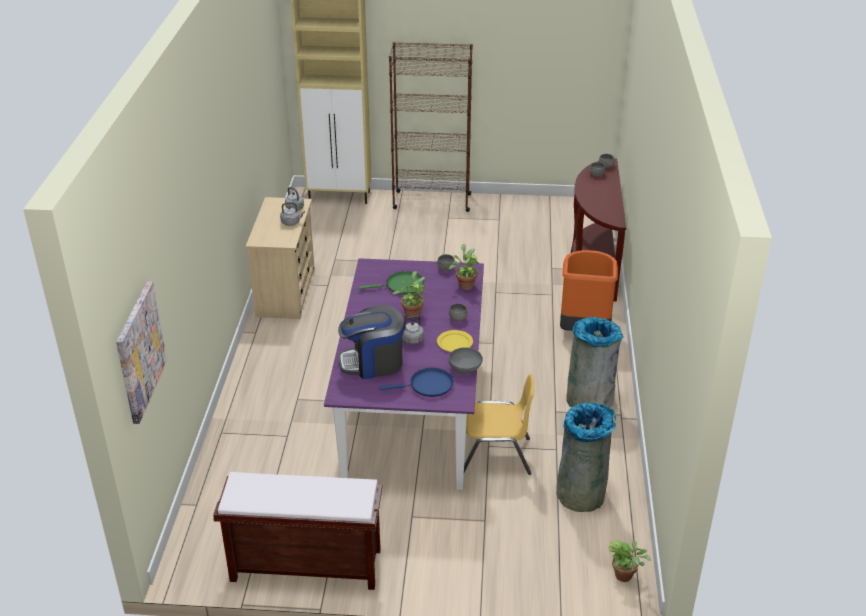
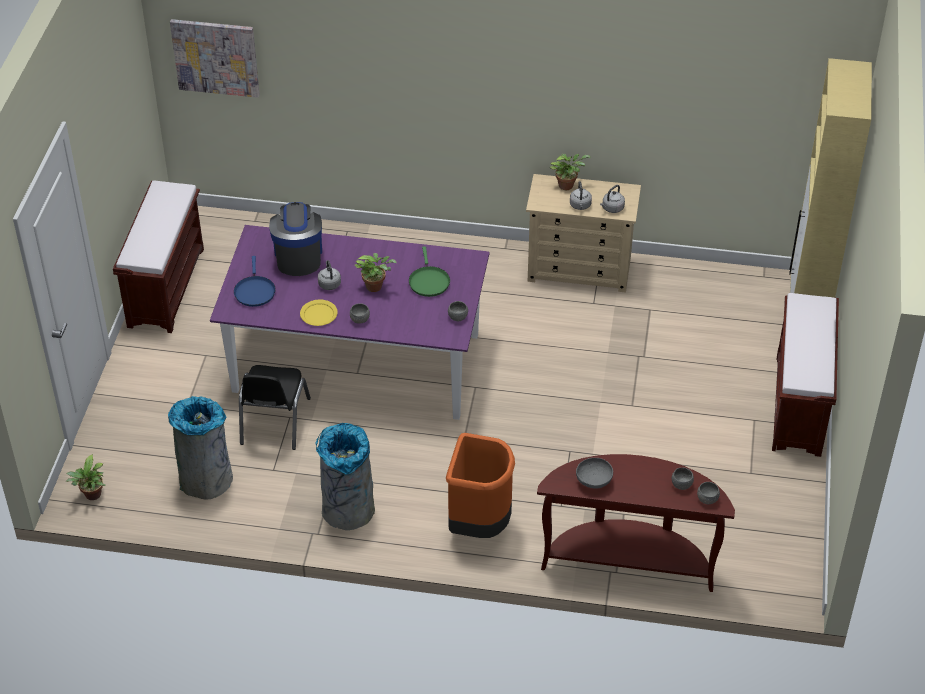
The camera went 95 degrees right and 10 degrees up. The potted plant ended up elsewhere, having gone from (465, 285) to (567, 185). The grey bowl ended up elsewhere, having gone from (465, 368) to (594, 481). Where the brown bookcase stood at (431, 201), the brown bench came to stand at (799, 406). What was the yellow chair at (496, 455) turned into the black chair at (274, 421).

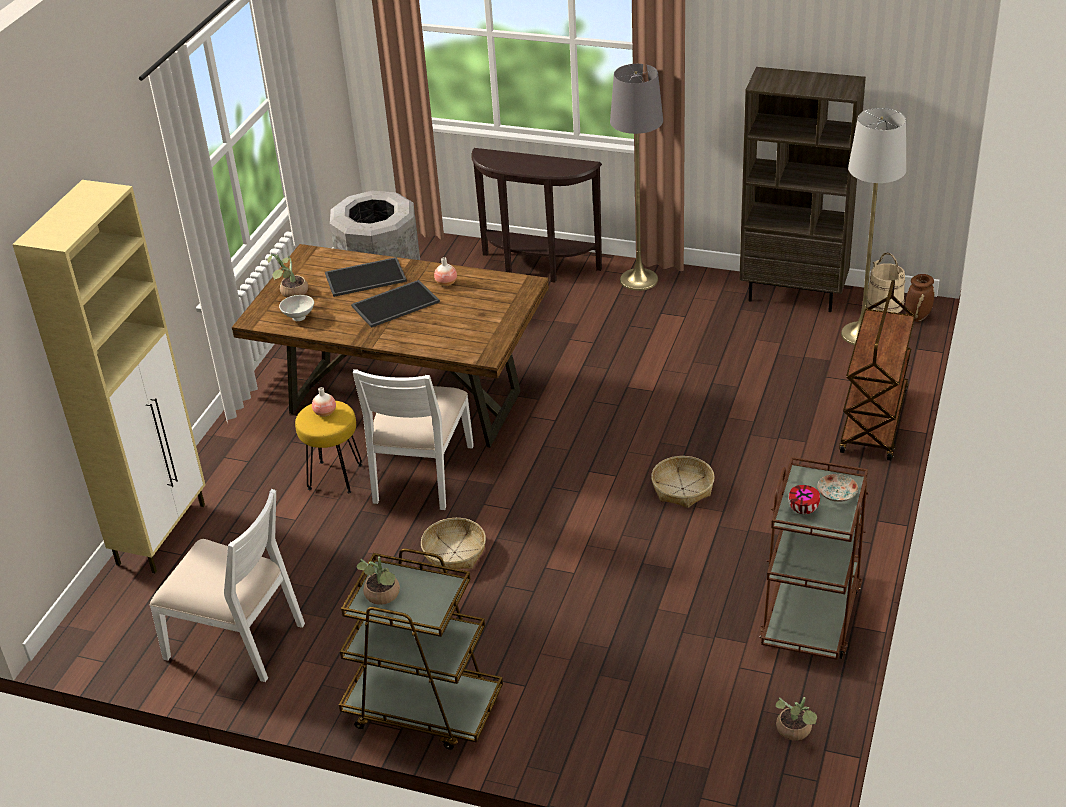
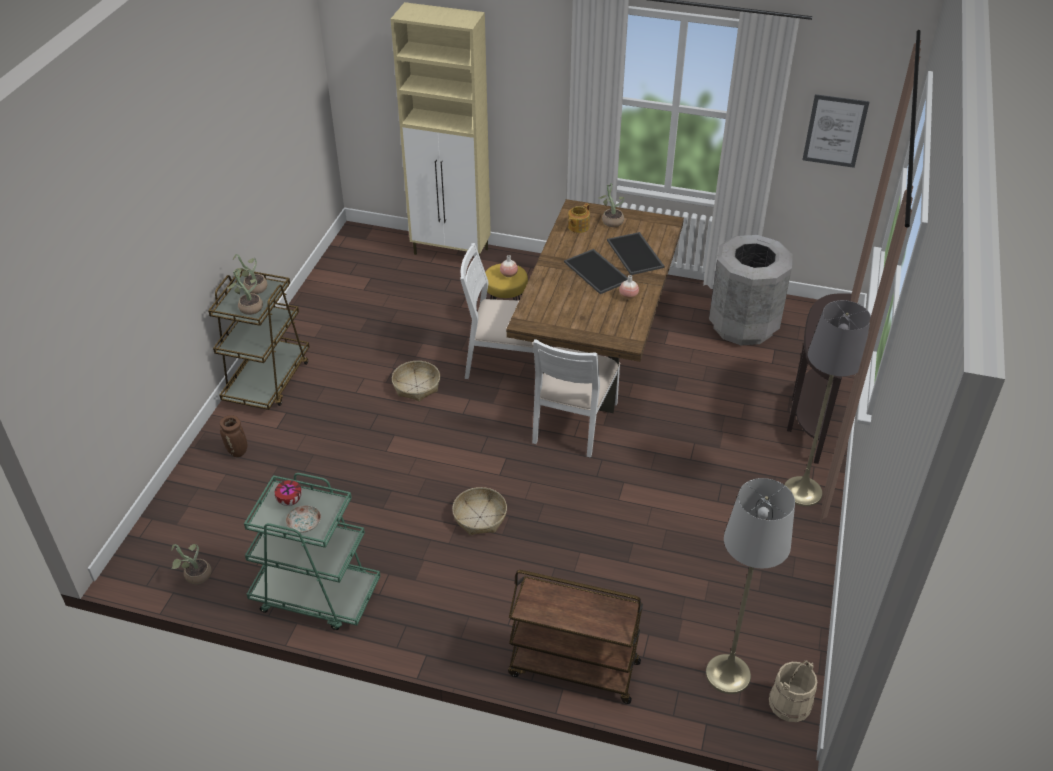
The camera went 85 degrees right and 5 degrees up. The second view lost the brown bookcase at (794, 295). The second view gained the potted plant at (248, 307). The second view gained the picture at (835, 131). The white chair ended up elsewhere, having gone from (237, 639) to (573, 422). The brown vase ended up elsewhere, having gone from (917, 317) to (238, 452). Where the white bowl stood at (298, 317), the teapot came to stand at (578, 226). What was the brown cart at (811, 614) turned into the green cart at (315, 595).

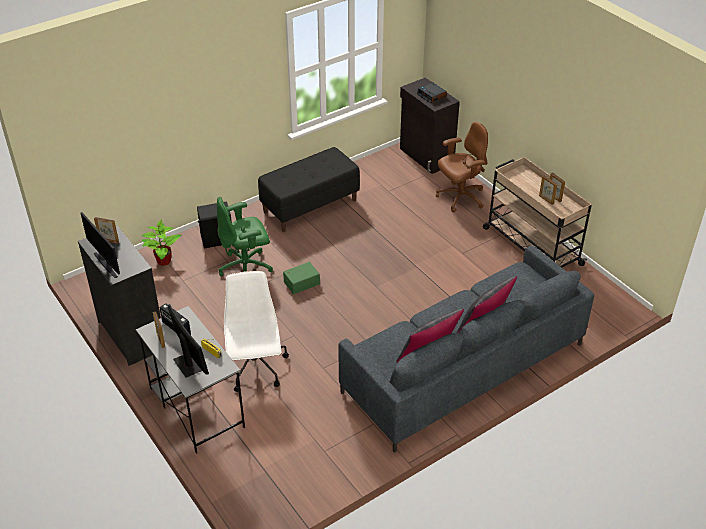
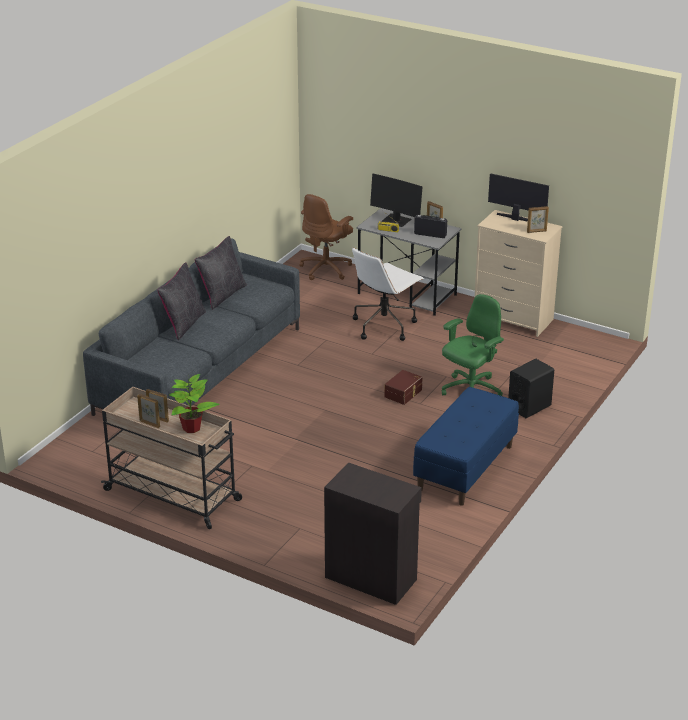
The camera went 155 degrees right and 10 degrees down. The second view lost the alarm clock at (432, 95). The potted plant ended up elsewhere, having gone from (163, 261) to (192, 427). The brown office chair ended up elsewhere, having gone from (460, 198) to (326, 269). What was the black dresser at (132, 335) turned into the beige dresser at (513, 319). What was the black bench at (310, 205) turned into the blue bench at (465, 468). What was the green storage box at (301, 282) turned into the brown storage box at (404, 393). The white office chair at (255, 368) ended up facing another way, 75 degrees clockwise from before.

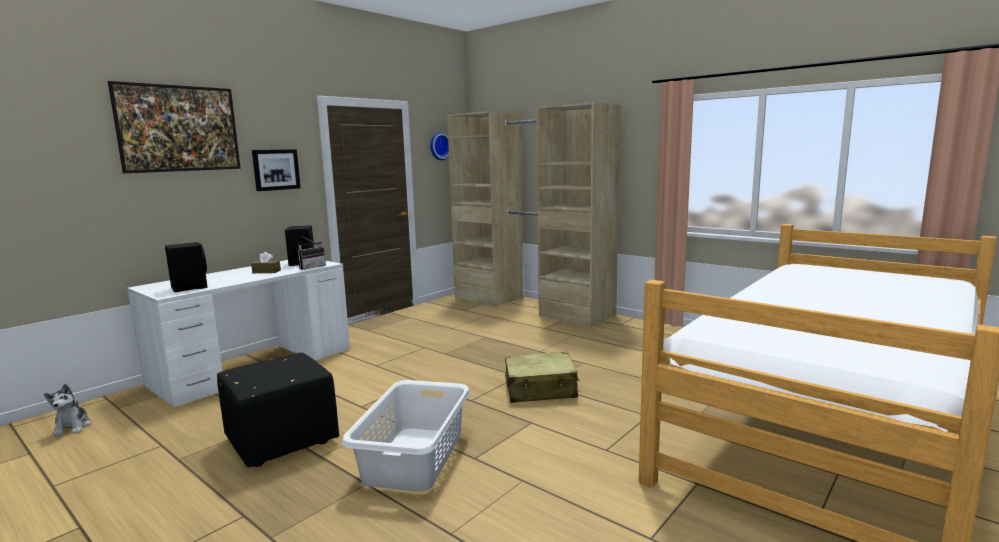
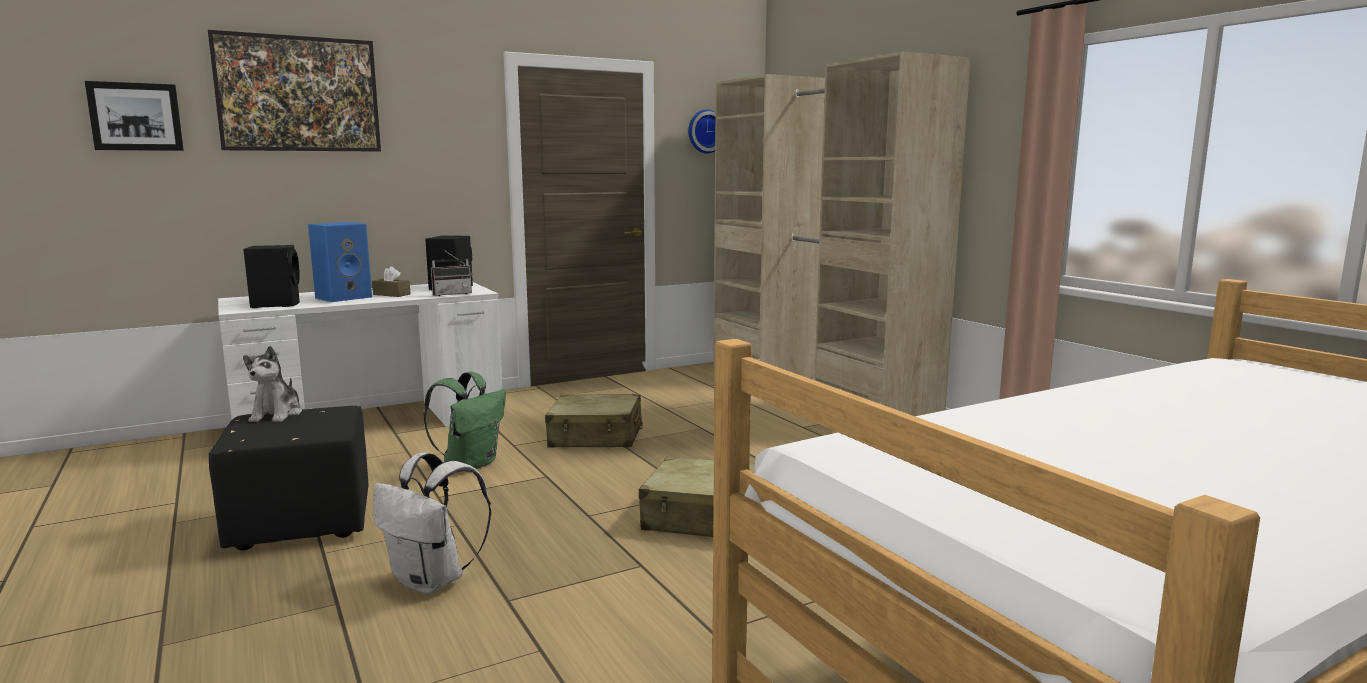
The camera went 20 degrees right and 0 degrees up. The second view gained the blue speaker at (344, 297). The second view gained the green backpack at (470, 464). The second view gained the beige suitcase at (596, 437). The plush toy ended up elsewhere, having gone from (72, 427) to (277, 414). The picture ended up elsewhere, having gone from (276, 169) to (136, 117). Where the white laundry basket stood at (415, 457), the white backpack came to stand at (432, 581).

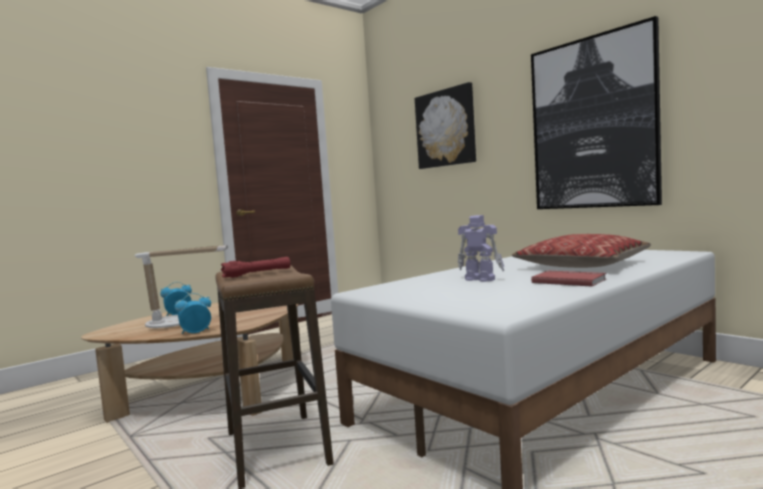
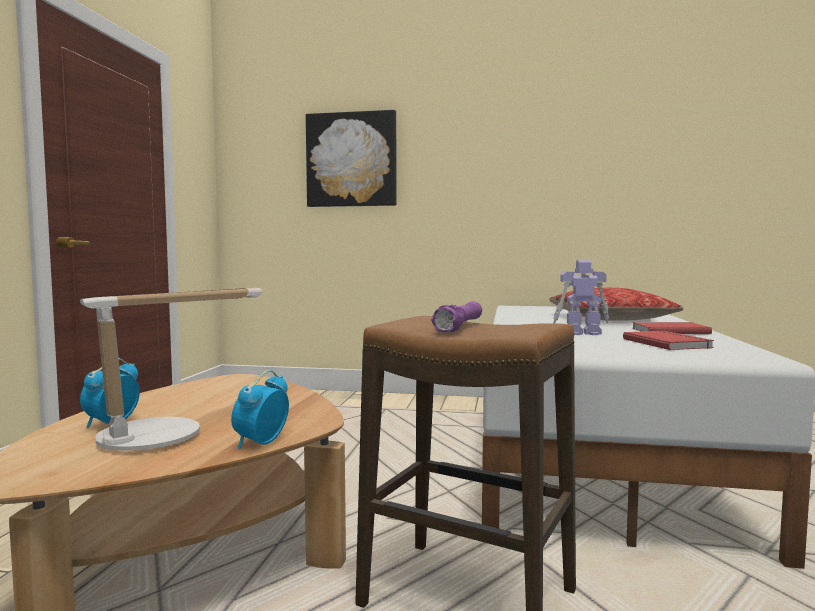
The camera went 40 degrees left and 0 degrees up. The second view lost the picture at (592, 123). The second view gained the red book at (668, 343). What was the red flashlight at (257, 273) turned into the purple flashlight at (459, 326).

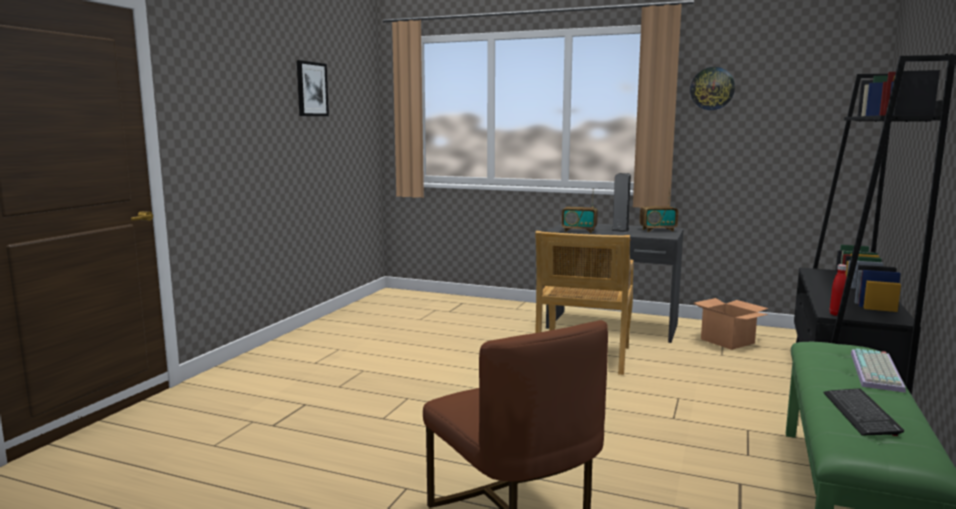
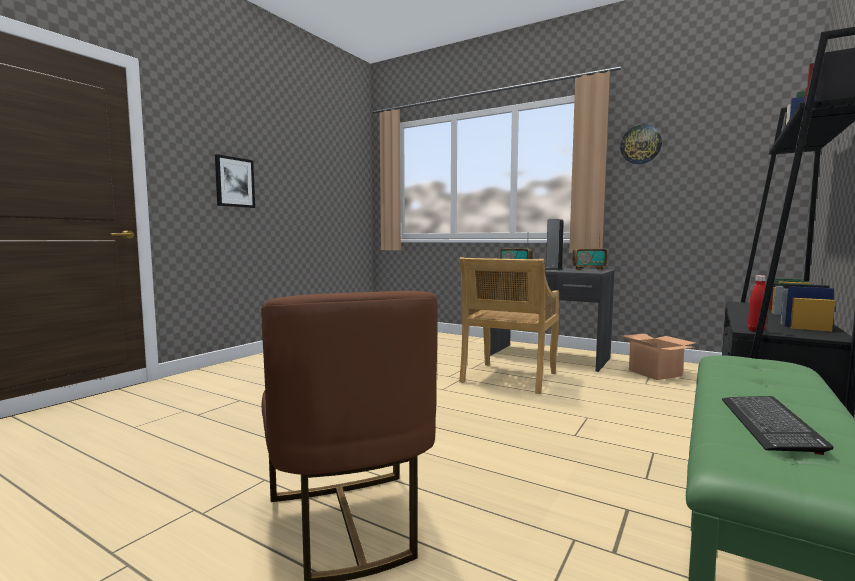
The camera went 10 degrees right and 5 degrees down. The second view lost the keyboard at (878, 372). The picture ended up elsewhere, having gone from (311, 89) to (234, 182).

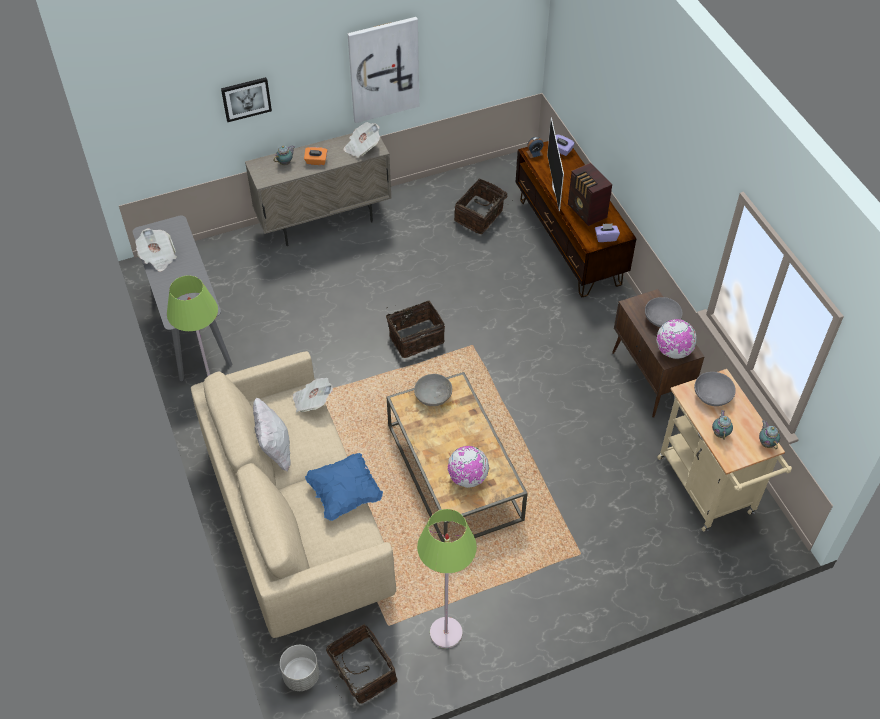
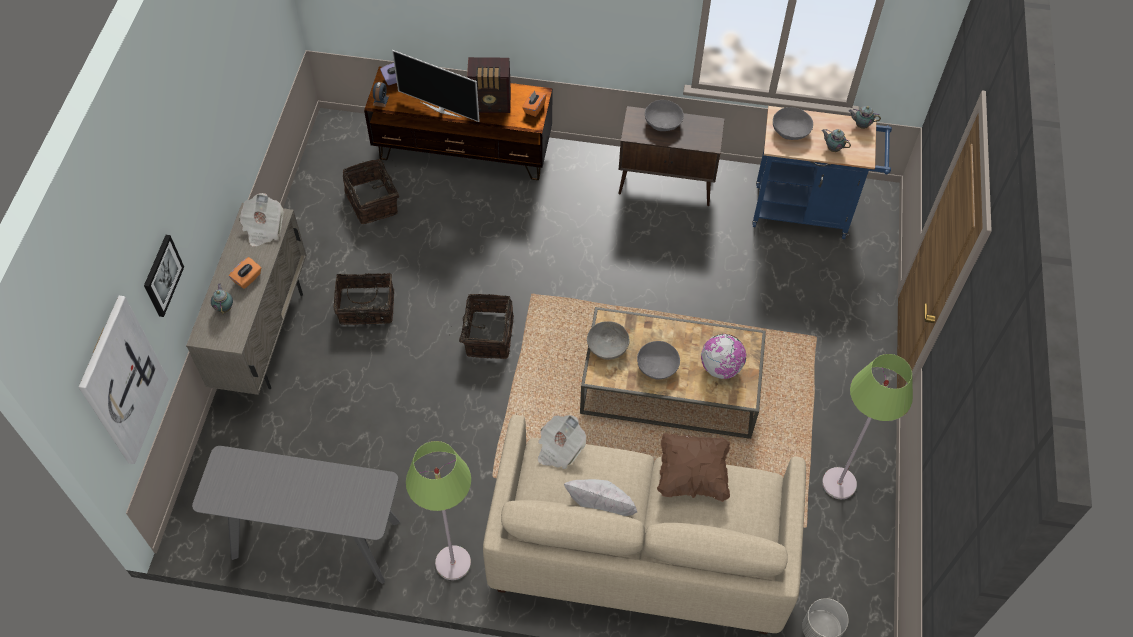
The camera went 60 degrees left and 5 degrees up. The second view lost the newspaper at (158, 257). The second view lost the globe at (673, 351). The second view gained the grey bowl at (657, 366). The basket ended up elsewhere, having gone from (362, 672) to (366, 309). The picture ended up elsewhere, having gone from (383, 69) to (122, 381). What was the blue pillow at (345, 494) turned into the brown pillow at (692, 474). What was the purple tissue box at (606, 237) turned into the orange tissue box at (534, 108). What was the beige cart at (709, 490) turned into the blue cart at (807, 211).

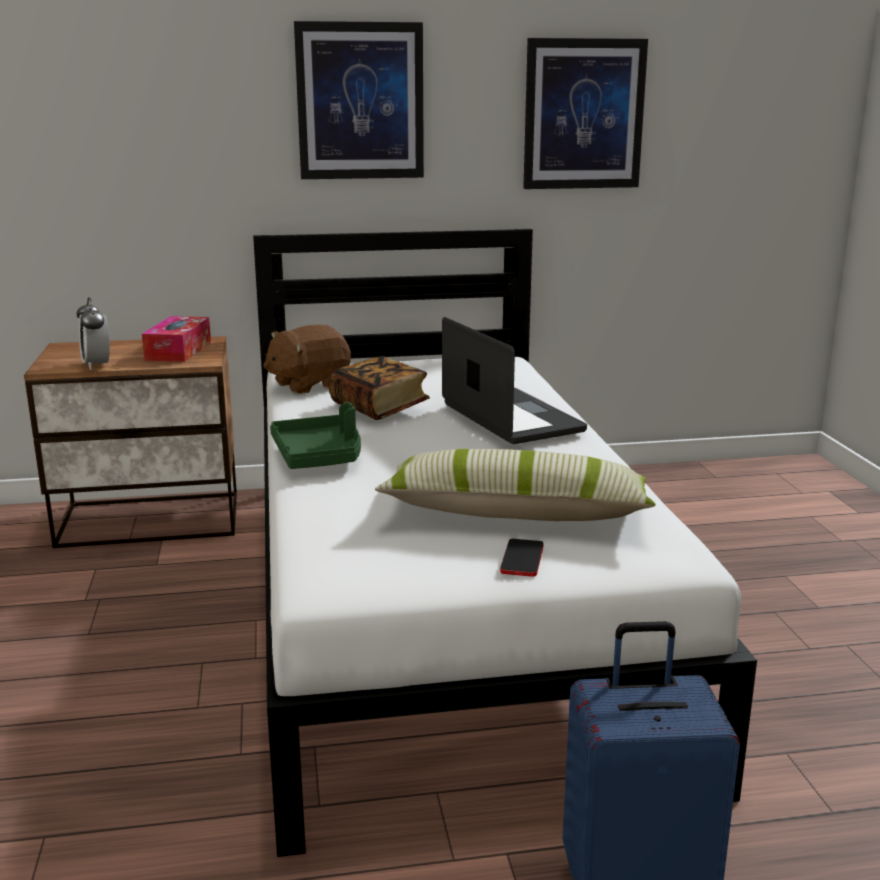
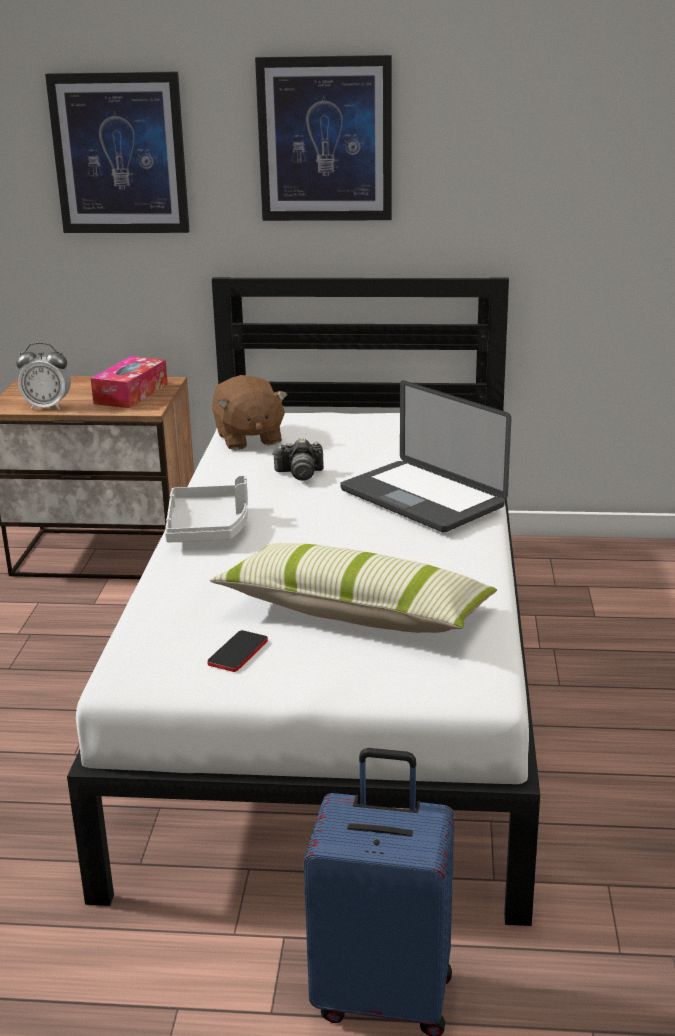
The camera went 15 degrees right and 5 degrees up. The phone ended up elsewhere, having gone from (522, 559) to (238, 652). The picture ended up elsewhere, having gone from (583, 114) to (120, 154). Where the book stood at (379, 408), the photo camera came to stand at (300, 473). What was the green tray at (319, 456) turned into the grey tray at (209, 527). The alarm clock at (97, 365) ended up facing another way, 75 degrees counterclockwise from before. The brown plush toy at (308, 385) ended up facing another way, 90 degrees counterclockwise from before. The laptop at (511, 418) ended up facing another way, 150 degrees clockwise from before.

